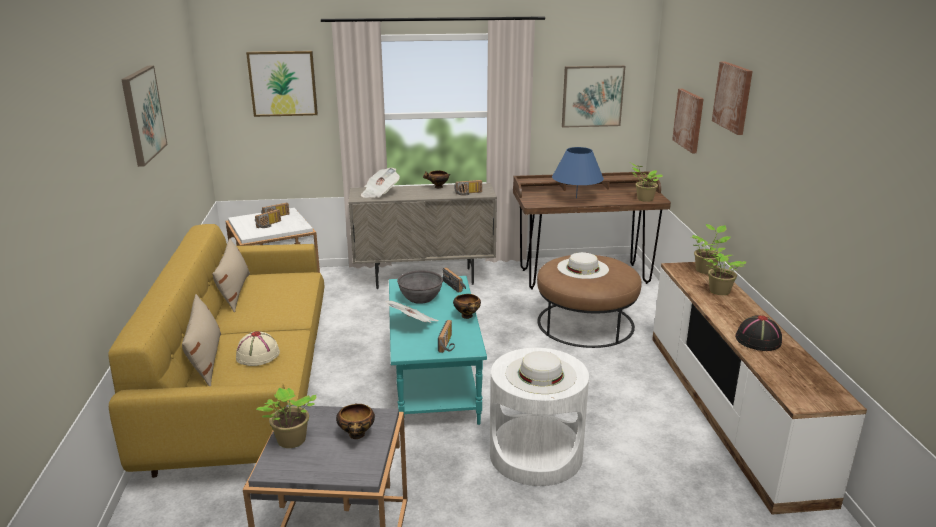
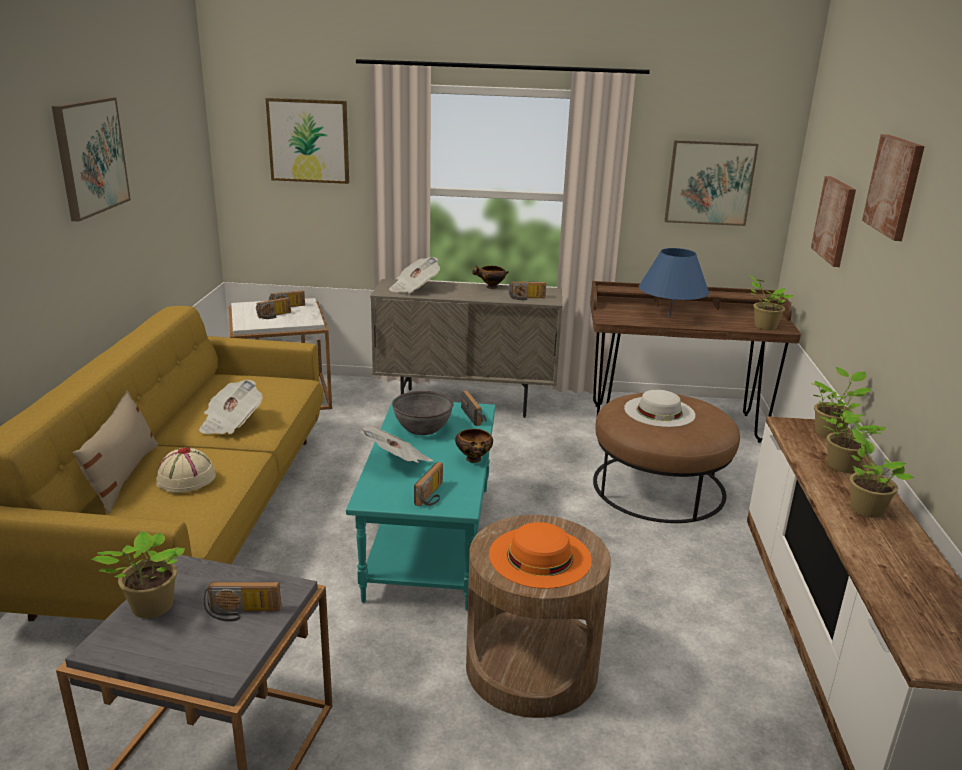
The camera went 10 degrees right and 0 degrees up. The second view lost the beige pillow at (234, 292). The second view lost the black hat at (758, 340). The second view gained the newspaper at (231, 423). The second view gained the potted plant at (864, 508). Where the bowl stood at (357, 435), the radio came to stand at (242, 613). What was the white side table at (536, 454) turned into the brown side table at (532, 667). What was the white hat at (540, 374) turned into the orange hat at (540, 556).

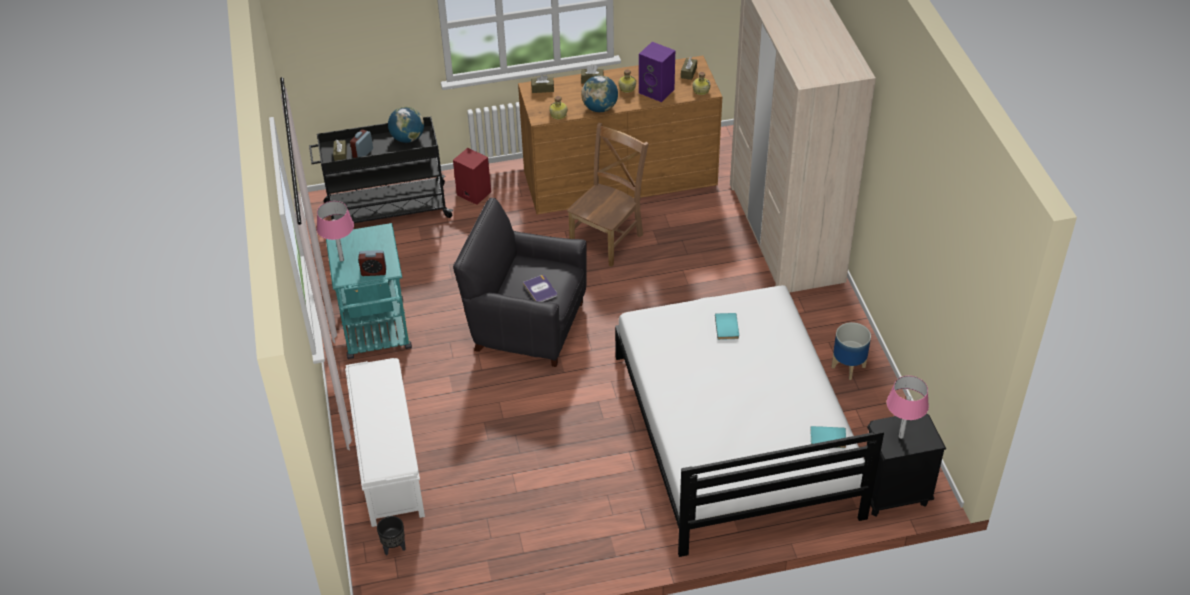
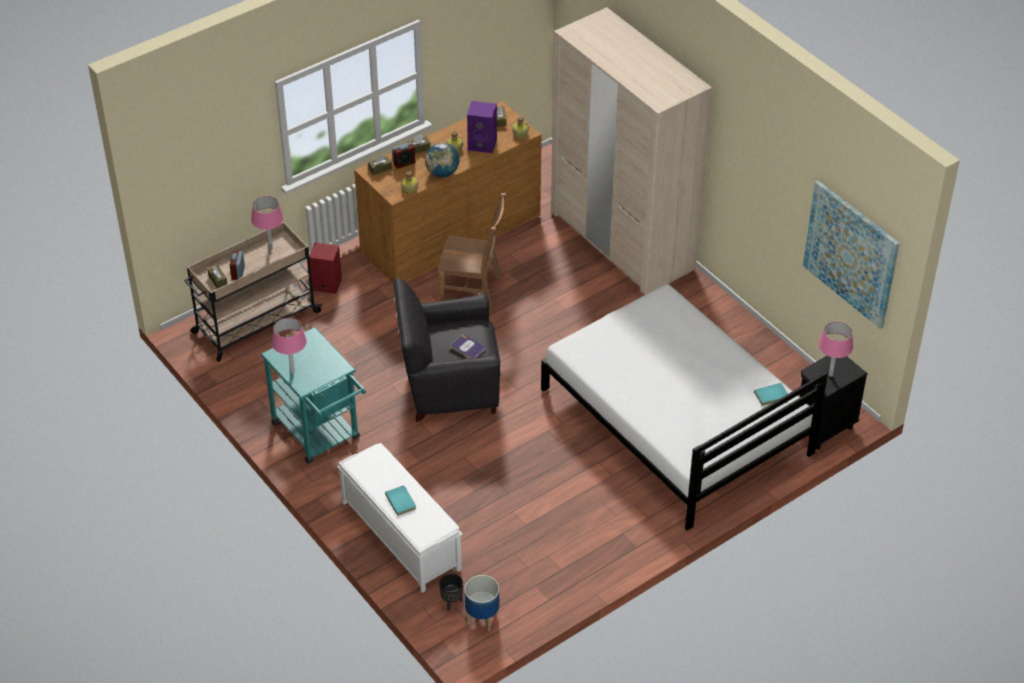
The camera went 25 degrees left and 0 degrees up. The second view gained the picture at (851, 253). The alarm clock ended up elsewhere, having gone from (373, 272) to (404, 163). The turquoise book ended up elsewhere, having gone from (728, 327) to (401, 501). The planter ended up elsewhere, having gone from (849, 367) to (483, 618). Where the globe stood at (407, 138), the pink table lamp came to stand at (270, 248). What was the black cart at (386, 210) turned into the beige cart at (255, 323). The brown chair at (608, 239) ended up facing another way, 90 degrees clockwise from before.

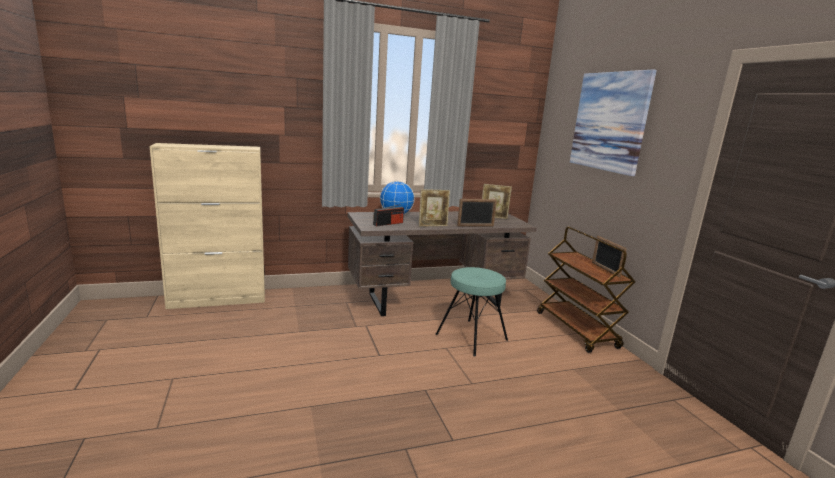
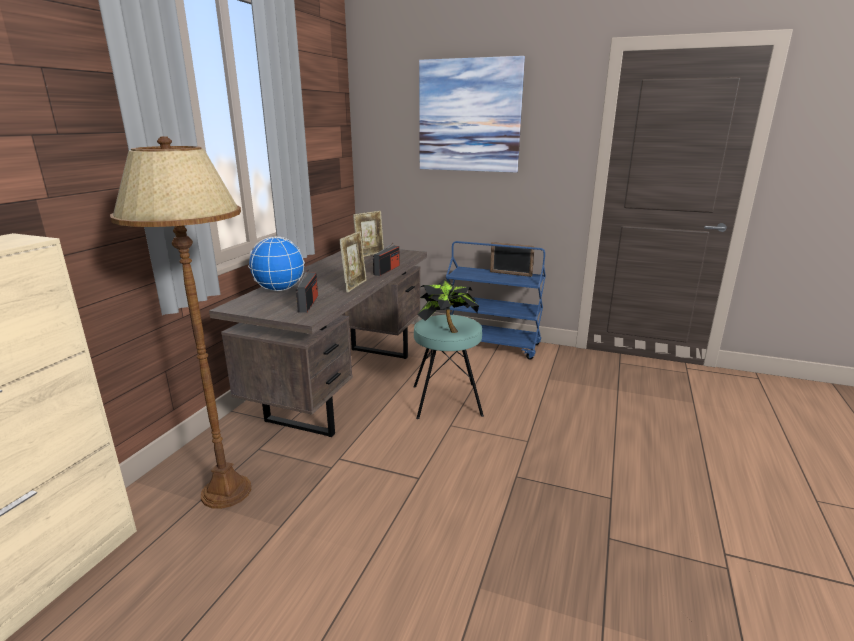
The camera went 50 degrees left and 5 degrees up. The second view gained the brown floor lamp at (227, 491). The second view gained the potted plant at (446, 330). Where the picture frame stood at (475, 226), the radio came to stand at (387, 270). What was the brown cart at (577, 330) turned into the blue cart at (492, 345).

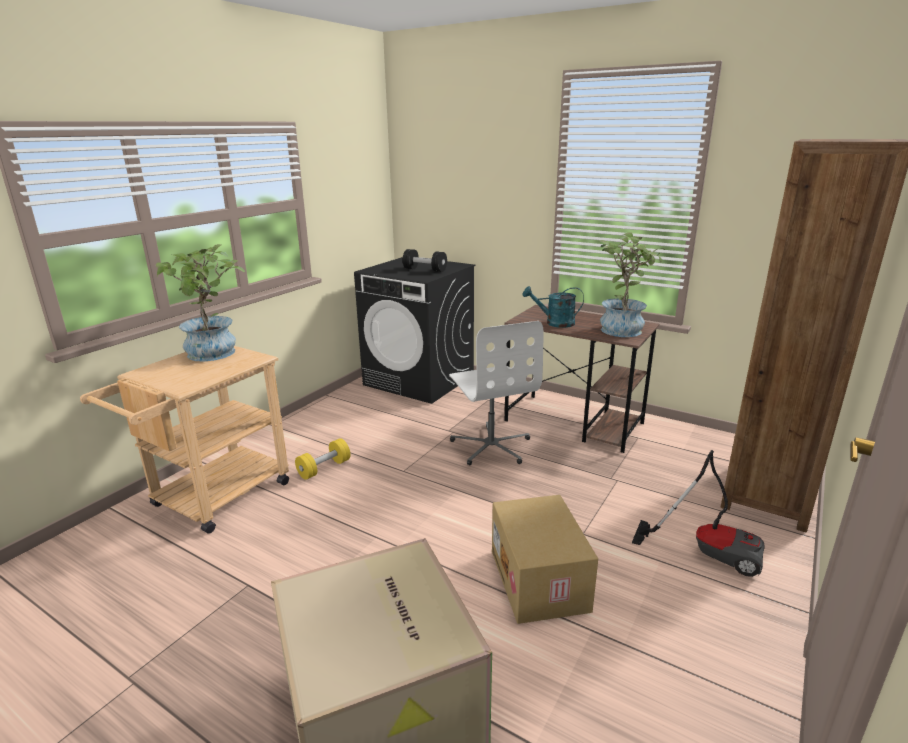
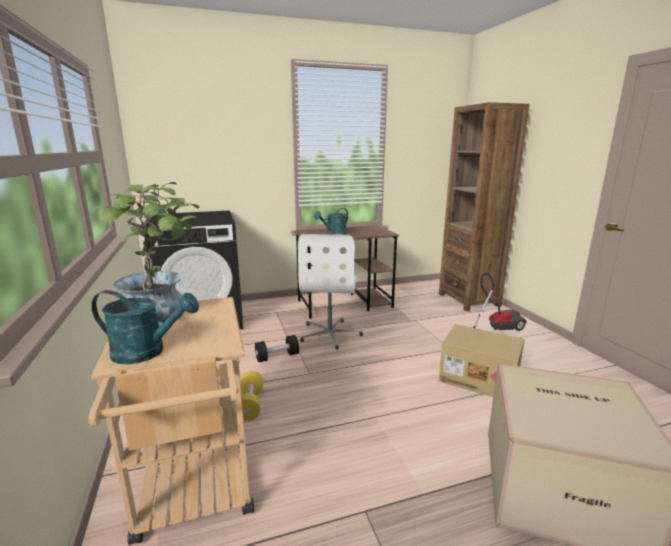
The camera went 50 degrees left and 5 degrees down. The second view lost the potted plant at (622, 328). The second view gained the turquoise watering can at (147, 352). The black dumbbell ended up elsewhere, having gone from (425, 270) to (277, 357). The white office chair at (491, 446) ended up facing another way, 75 degrees clockwise from before.

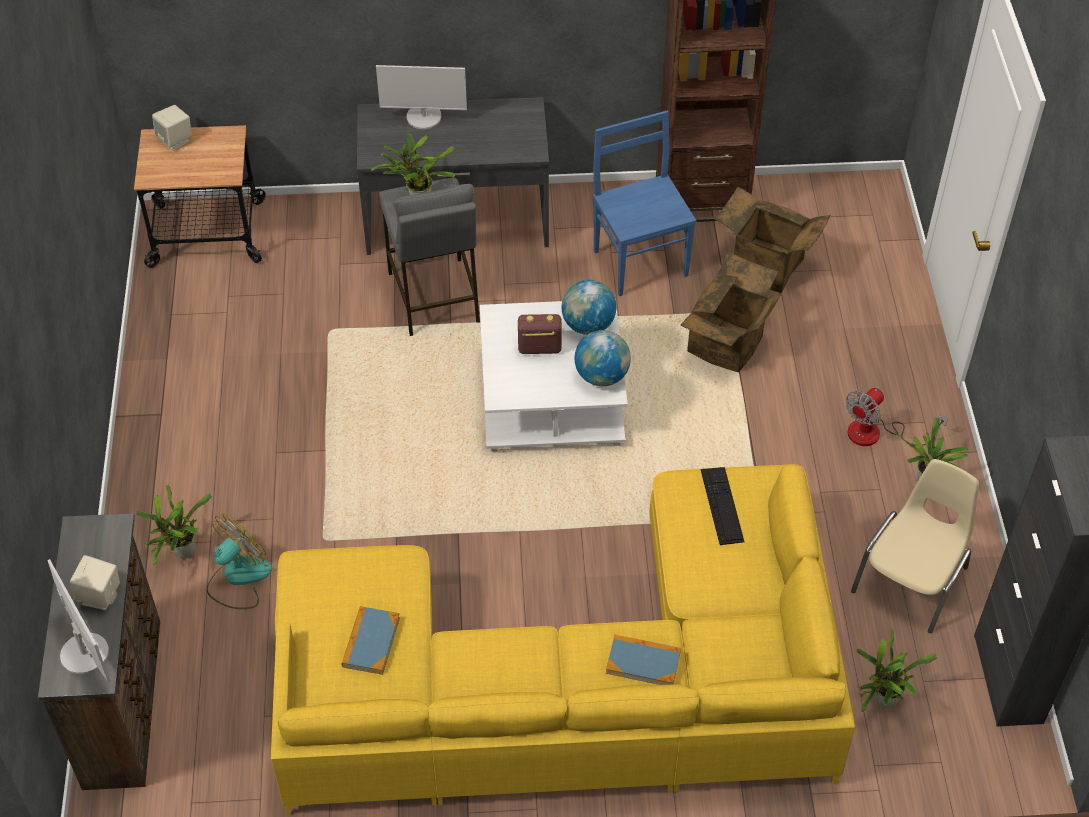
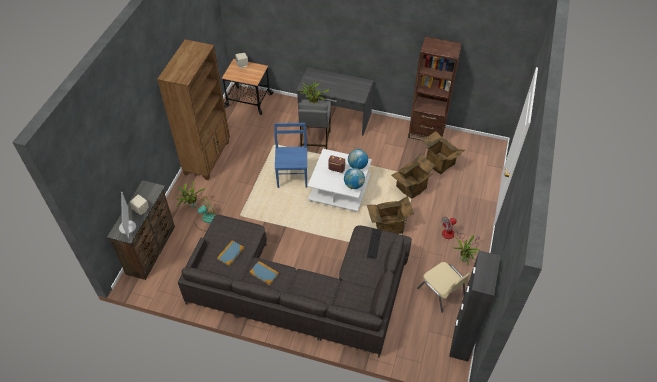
The camera went 20 degrees right and 0 degrees up. The second view lost the monitor at (424, 117). The second view lost the potted plant at (882, 702). The second view gained the brown bookcase at (207, 157). The second view gained the cardboard box at (388, 227). The blue chair ended up elsewhere, having gone from (639, 261) to (292, 176). The book ended up elsewhere, having gone from (643, 662) to (264, 273). What was the yellow sofa at (574, 684) turned into the grey sofa at (302, 291). The beige chair at (912, 579) ended up facing another way, 90 degrees clockwise from before.

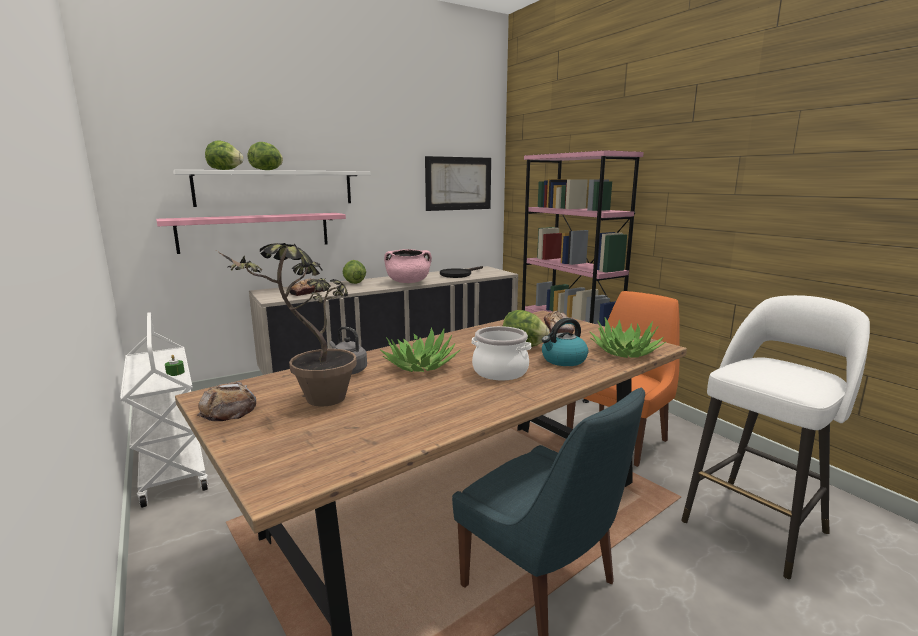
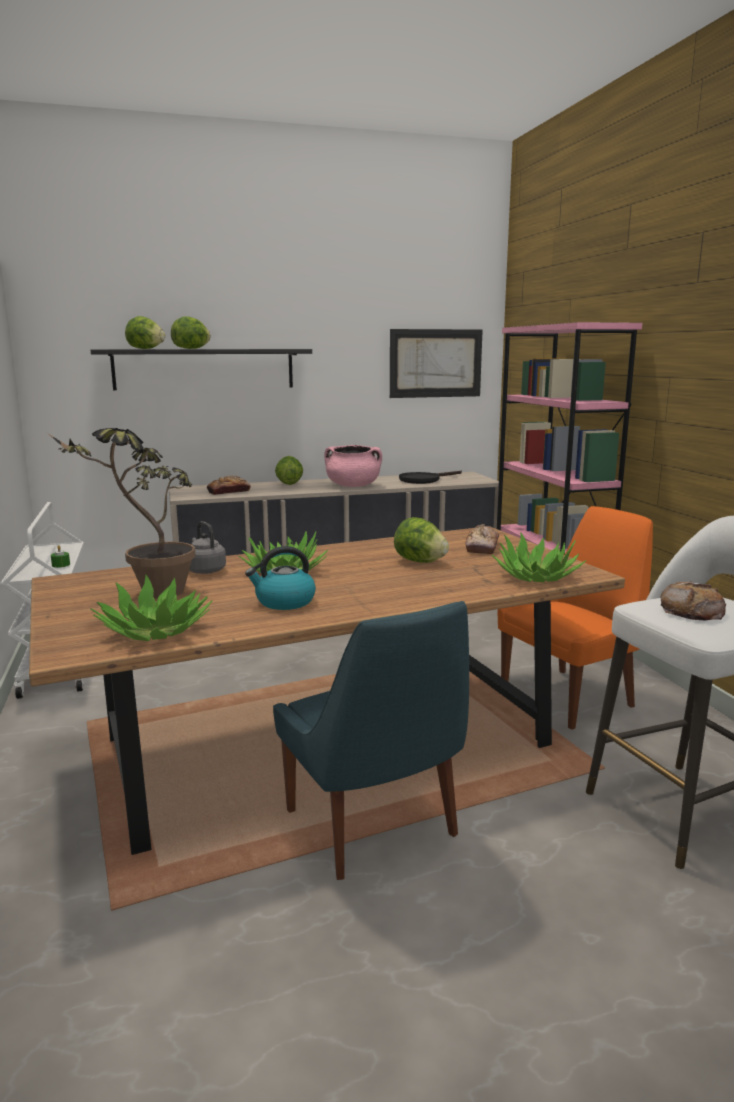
The camera went 15 degrees right and 0 degrees up. The second view lost the pink shelf at (255, 232). The second view lost the cooking pot at (500, 371). The second view gained the potted plant at (155, 630). The bread ended up elsewhere, having gone from (229, 409) to (692, 610). The kettle ended up elsewhere, having gone from (563, 360) to (284, 602). What was the white shelf at (276, 188) turned into the black shelf at (204, 369).

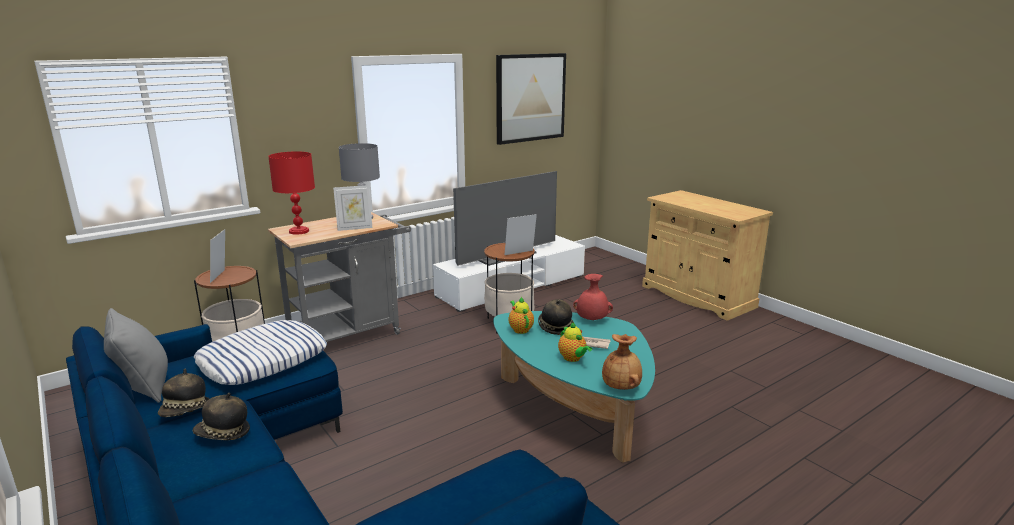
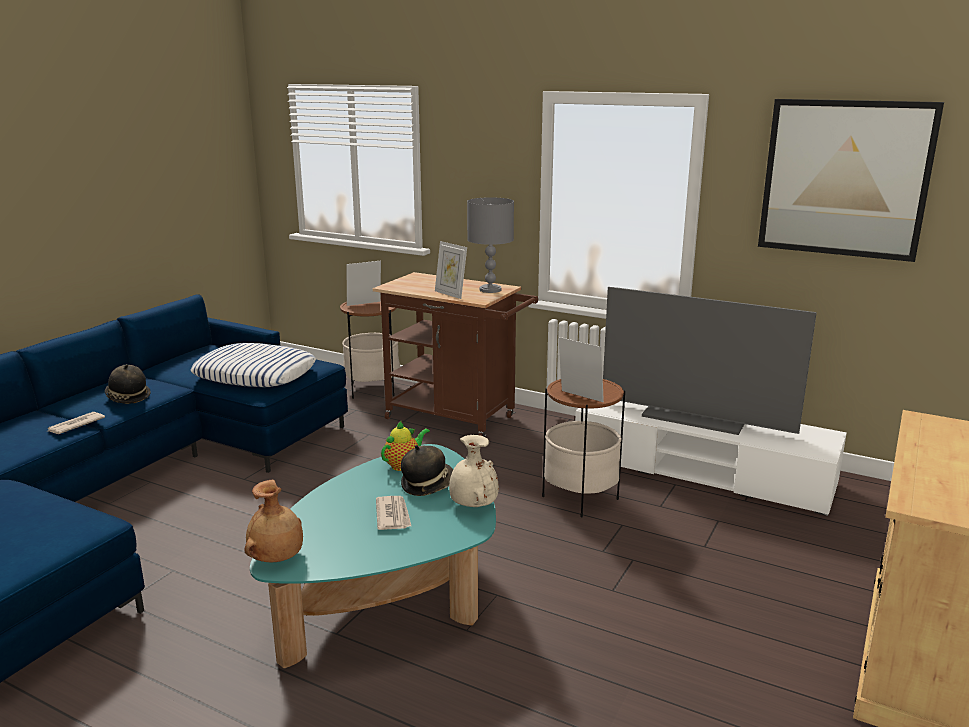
The camera went 65 degrees right and 0 degrees up. The second view lost the grey pillow at (143, 387). The second view lost the hat at (186, 411). The second view lost the red table lamp at (299, 231). The second view lost the teapot at (573, 358). The second view gained the newspaper at (75, 425). What was the grey cart at (351, 334) turned into the brown cart at (457, 419). What was the red vase at (592, 320) turned into the beige vase at (473, 505).

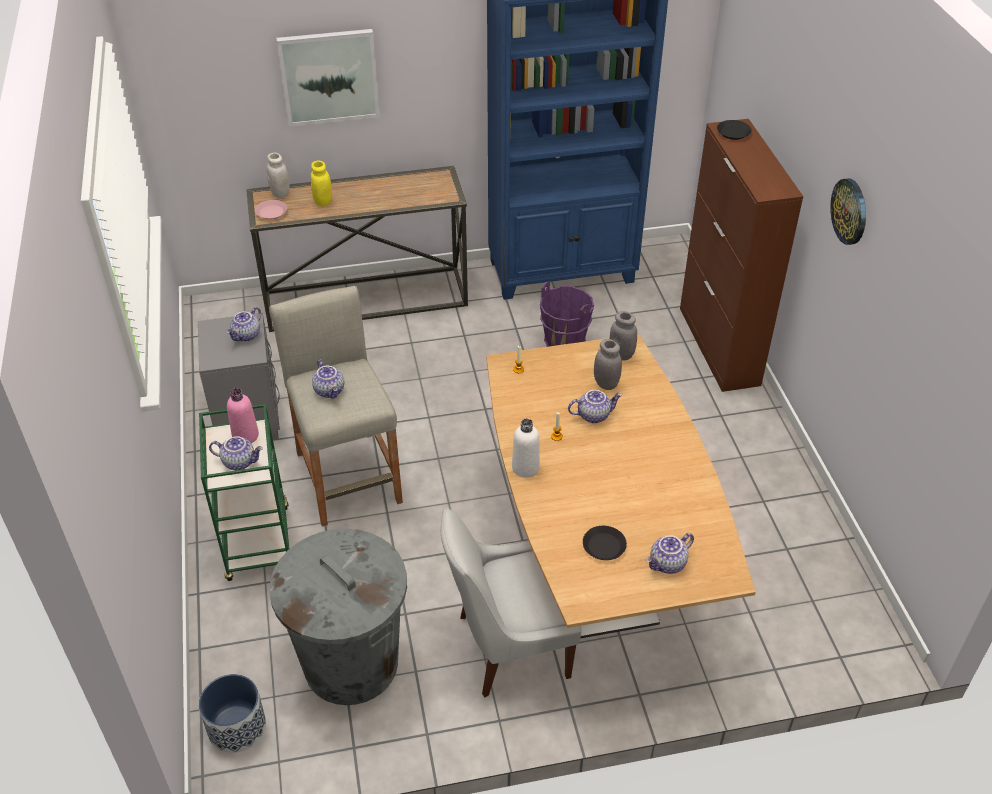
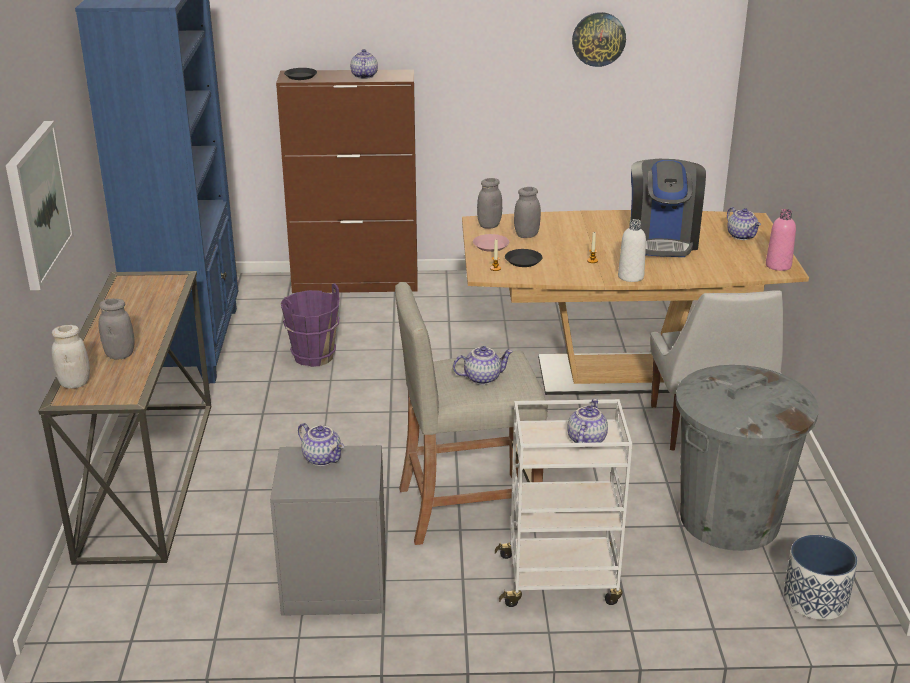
The camera went 80 degrees left and 15 degrees down. The second view gained the coffee machine at (663, 240). The pink bottle ended up elsewhere, having gone from (245, 436) to (778, 265). The pink plate ended up elsewhere, having gone from (271, 212) to (491, 246). The teapot ended up elsewhere, having gone from (593, 415) to (363, 76). The black plate ended up elsewhere, having gone from (604, 546) to (523, 261). The wall clock ended up elsewhere, having gone from (850, 211) to (598, 39). What was the green cart at (259, 544) turned into the white cart at (560, 579). What was the yellow jar at (323, 201) turned into the grey jar at (120, 355).

